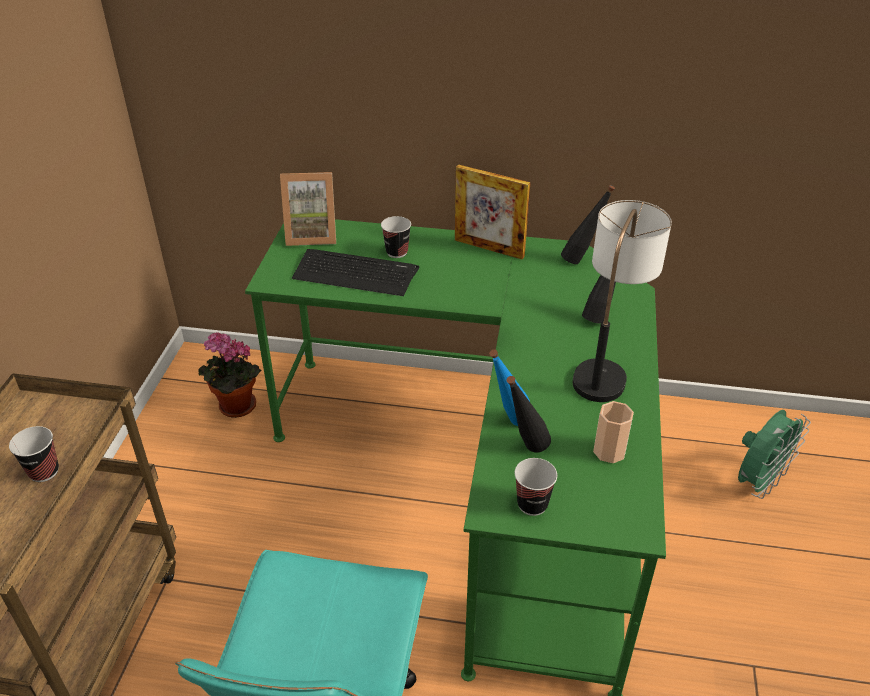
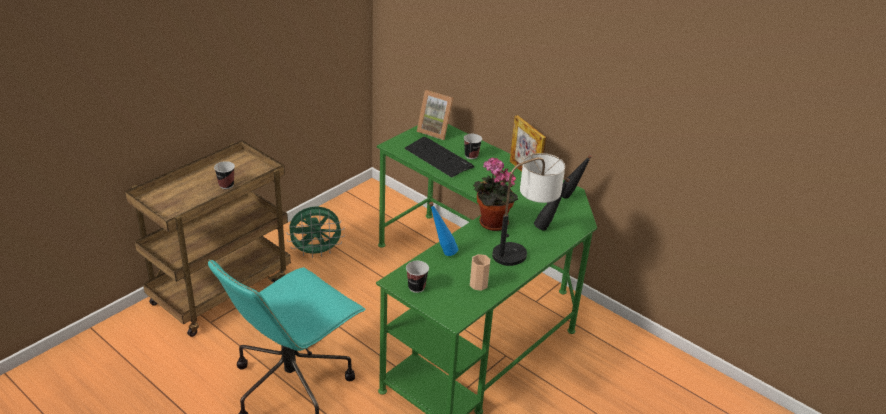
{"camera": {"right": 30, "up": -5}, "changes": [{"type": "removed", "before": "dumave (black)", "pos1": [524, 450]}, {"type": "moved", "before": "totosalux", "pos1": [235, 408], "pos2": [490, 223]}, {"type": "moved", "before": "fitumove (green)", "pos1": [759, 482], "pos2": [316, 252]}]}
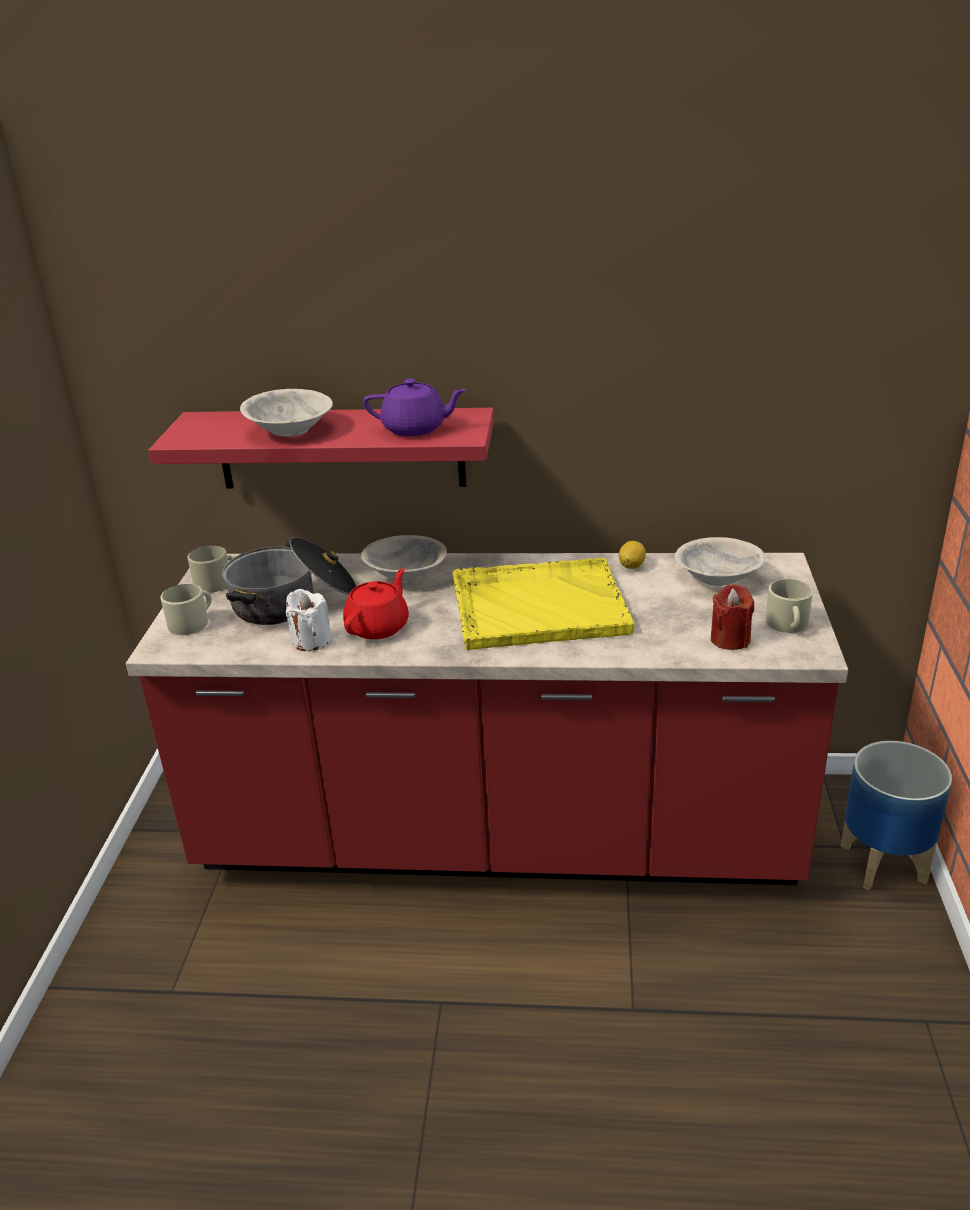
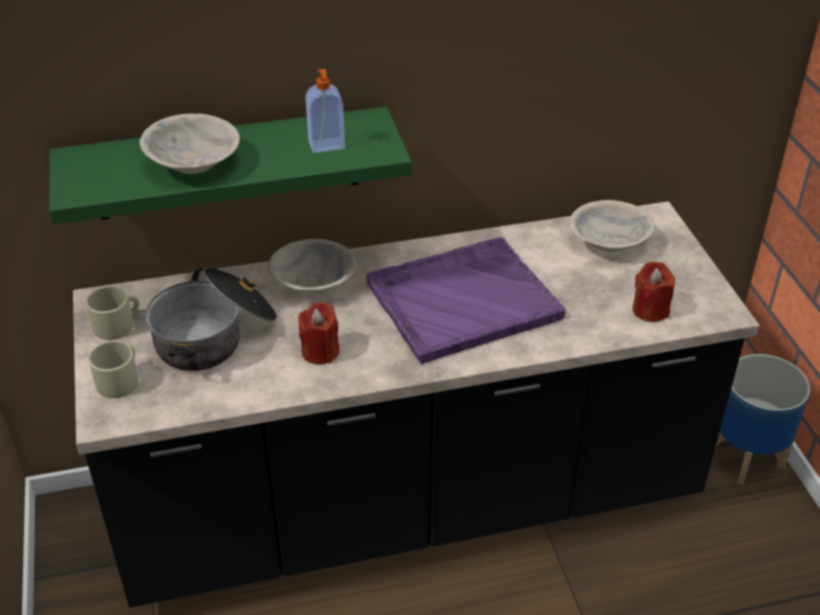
{"camera": {"right": -20, "up": 10}, "changes": [{"type": "removed", "before": "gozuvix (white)", "pos1": [311, 641]}, {"type": "removed", "before": "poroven", "pos1": [631, 566]}, {"type": "removed", "before": "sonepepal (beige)", "pos1": [788, 625]}, {"type": "replaced", "before": "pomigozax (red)", "after": "gozuvix (red)", "pos1": [378, 627], "pos2": [320, 351]}, {"type": "replaced", "before": "pomigozax (purple)", "after": "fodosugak", "pos1": [415, 429], "pos2": [327, 146]}, {"type": "recoloured", "before": "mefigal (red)", "after": "mefigal (black)", "pos1": [497, 837], "pos2": [410, 504]}, {"type": "recoloured", "before": "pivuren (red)", "after": "pivuren (green)", "pos1": [340, 448], "pos2": [227, 164]}, {"type": "recoloured", "before": "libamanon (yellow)", "after": "libamanon (purple)", "pos1": [537, 606], "pos2": [461, 301]}]}
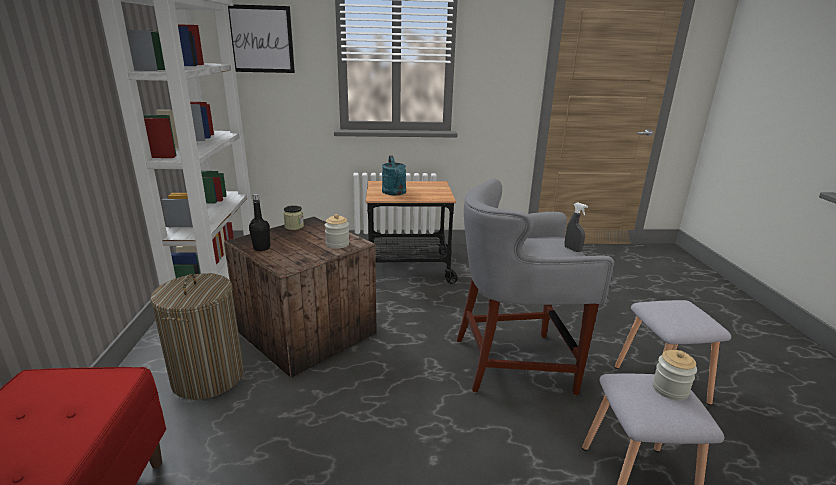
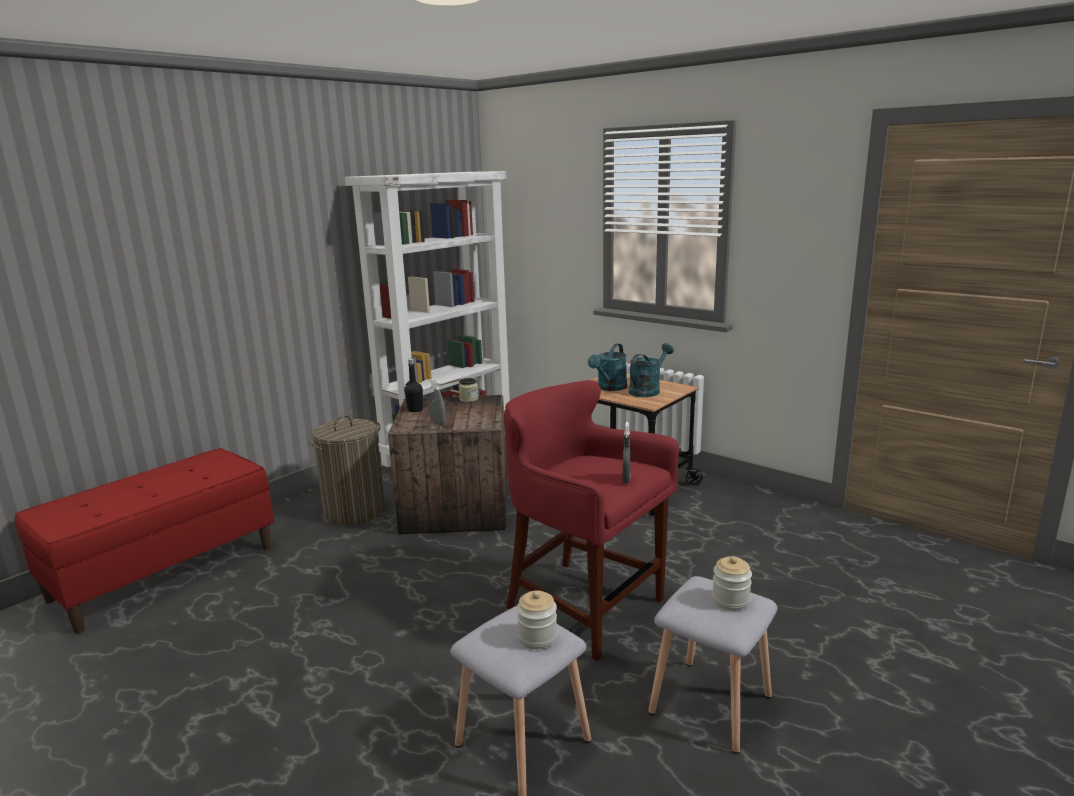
{"camera": {"right": 45, "up": -5}, "changes": [{"type": "removed", "before": "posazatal", "pos1": [261, 39]}, {"type": "added", "after": "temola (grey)", "pos2": [438, 423]}, {"type": "added", "after": "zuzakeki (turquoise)", "pos2": [647, 390]}, {"type": "moved", "before": "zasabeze", "pos1": [337, 244], "pos2": [730, 600]}, {"type": "recoloured", "before": "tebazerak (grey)", "after": "tebazerak (red)", "pos1": [514, 363], "pos2": [584, 607]}]}
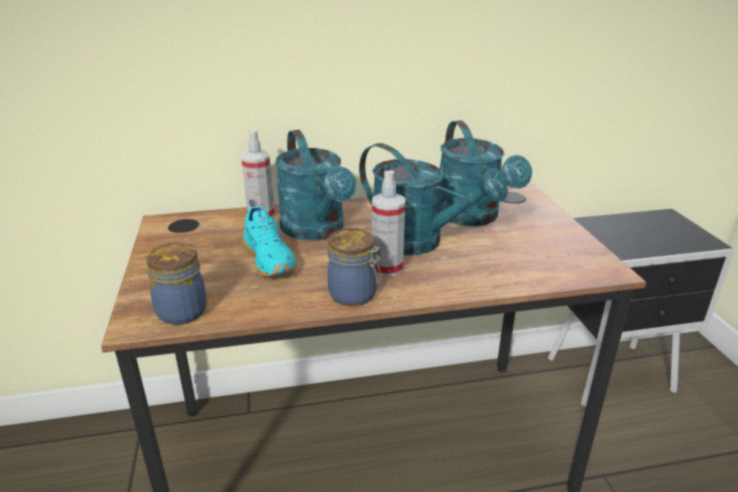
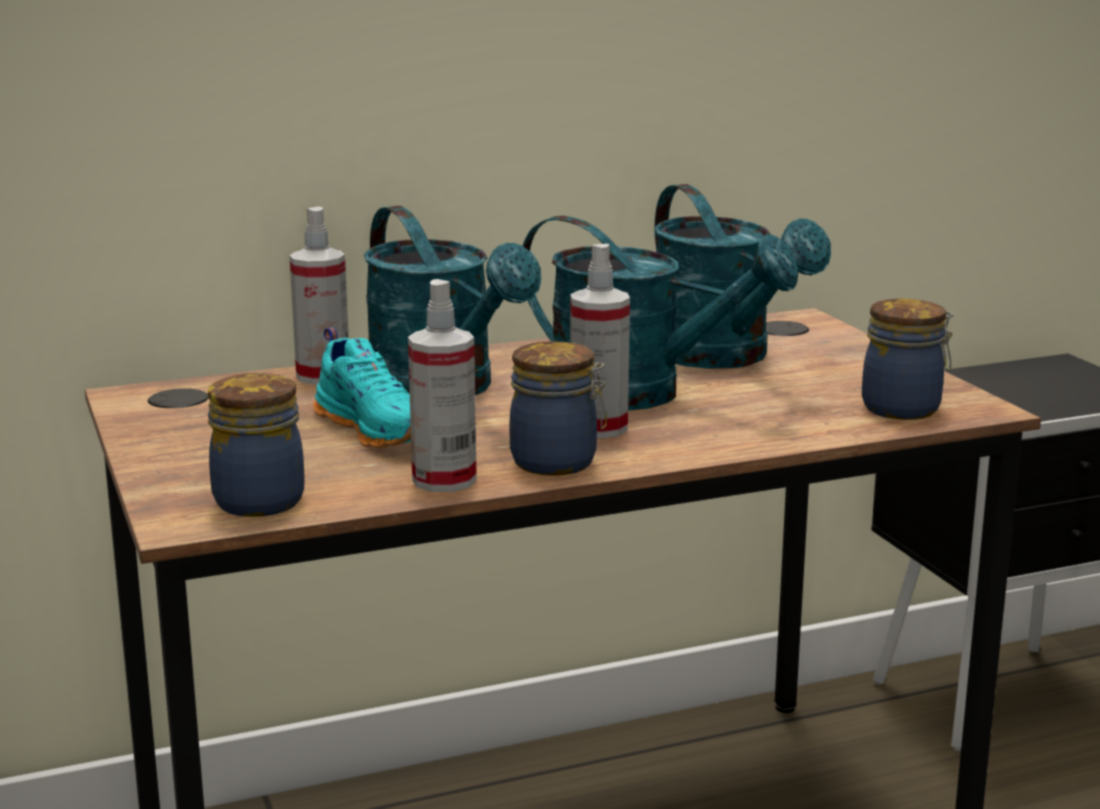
{"camera": {"right": -10, "up": -10}, "changes": [{"type": "added", "after": "temola", "pos2": [444, 480]}, {"type": "added", "after": "zasabeze", "pos2": [904, 408]}]}
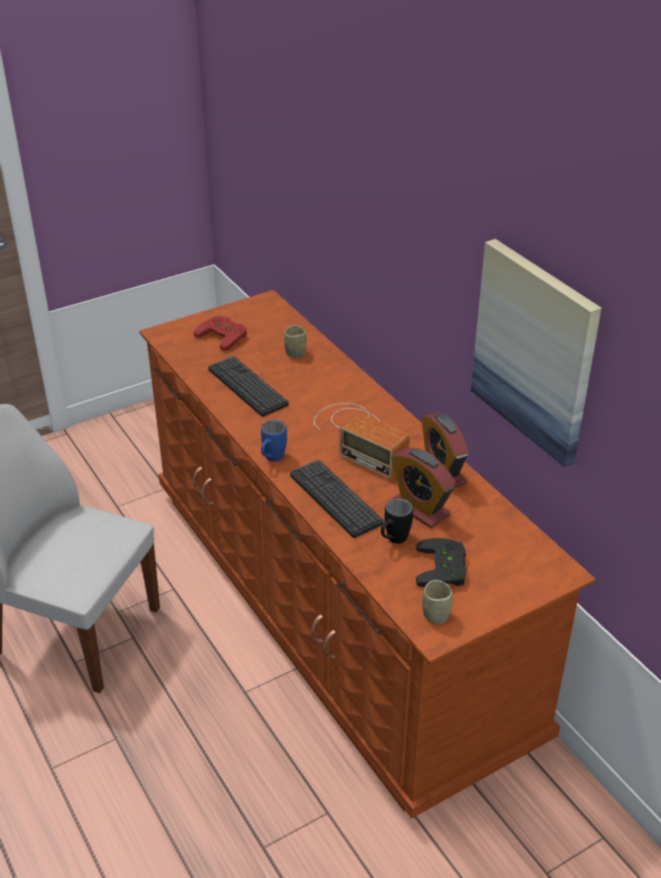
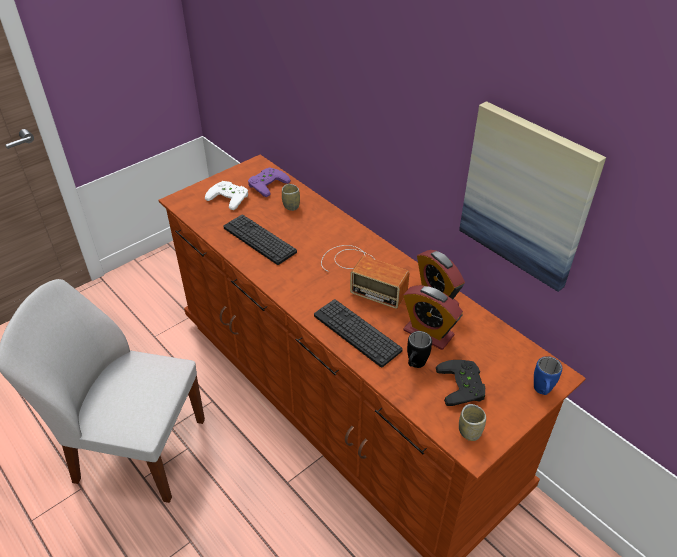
{"camera": {"right": -10, "up": 5}, "changes": [{"type": "added", "after": "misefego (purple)", "pos2": [266, 183]}, {"type": "moved", "before": "sonepepal (blue)", "pos1": [272, 459], "pos2": [542, 392]}, {"type": "recoloured", "before": "misefego (red)", "after": "misefego (white)", "pos1": [224, 335], "pos2": [230, 196]}]}
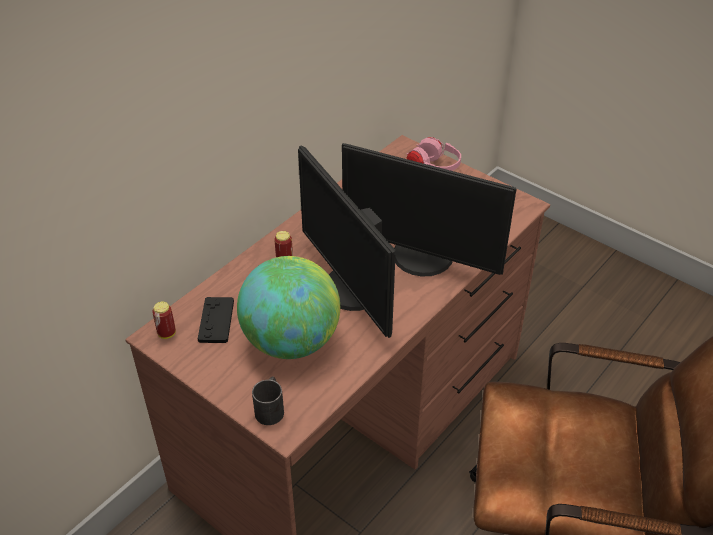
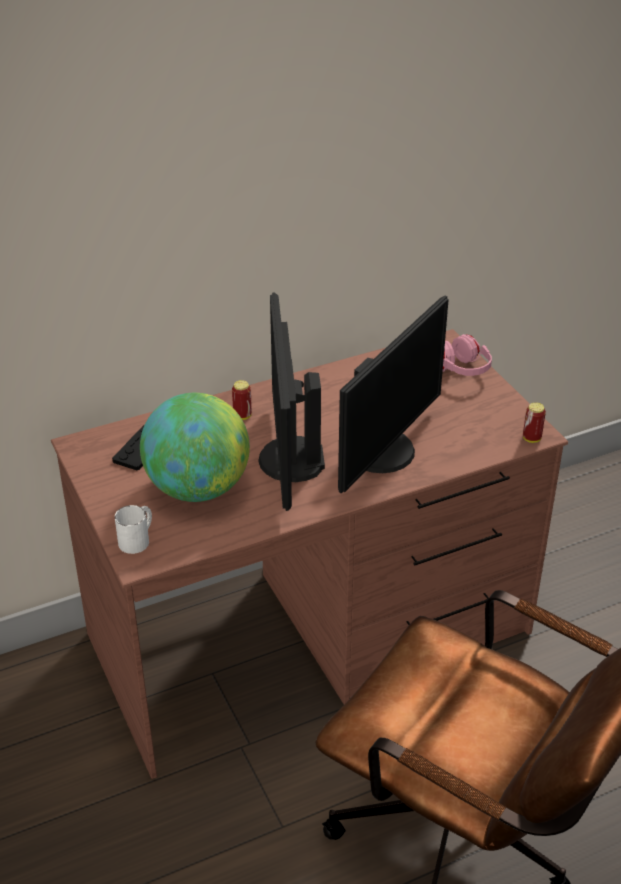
{"camera": {"right": 25, "up": -5}, "changes": [{"type": "moved", "before": "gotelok", "pos1": [167, 333], "pos2": [531, 439]}, {"type": "recoloured", "before": "sonepepal (black)", "after": "sonepepal (white)", "pos1": [270, 408], "pos2": [138, 539]}, {"type": "turned", "before": "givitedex", "pos1": [421, 258], "pos2": [384, 452], "turn": -105}]}
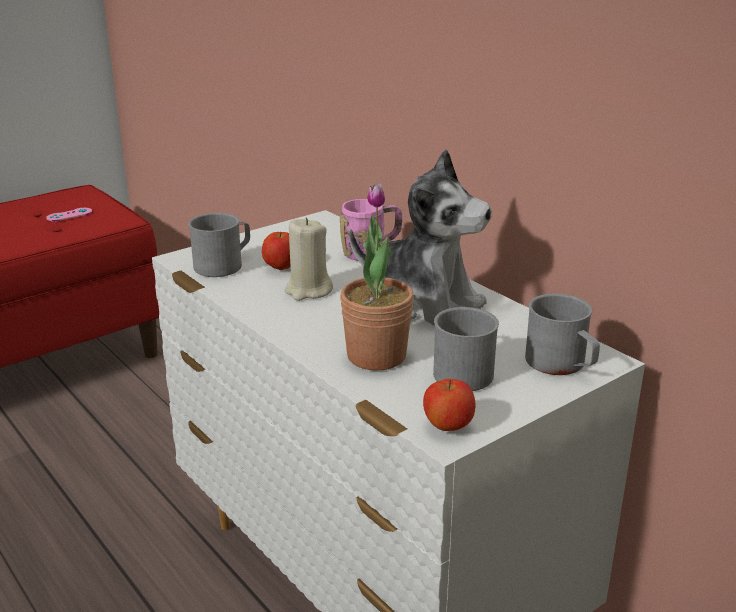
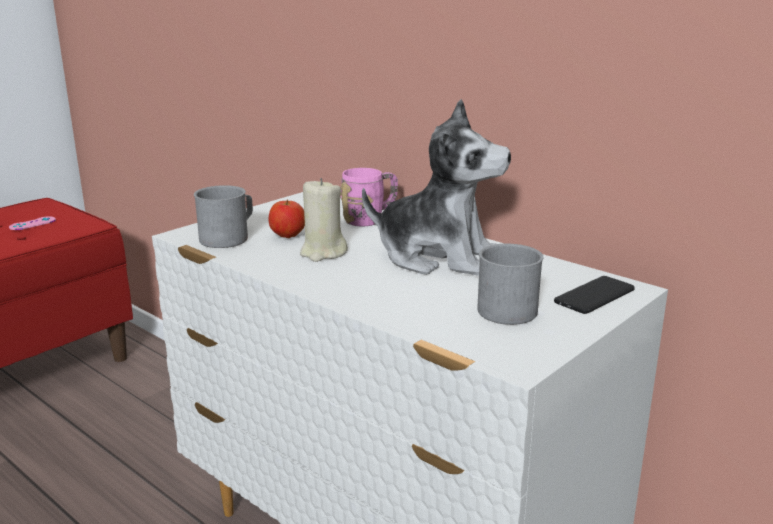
{"camera": {"right": -10, "up": -5}, "changes": [{"type": "removed", "before": "totosalux", "pos1": [376, 356]}, {"type": "removed", "before": "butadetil", "pos1": [447, 427]}, {"type": "replaced", "before": "sonepepal (grey)", "after": "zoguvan", "pos1": [562, 365], "pos2": [594, 296]}]}
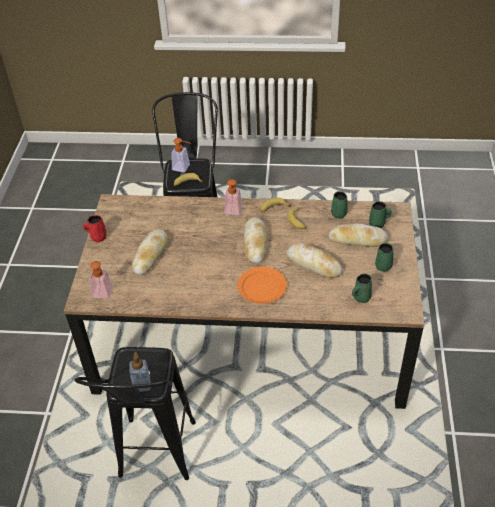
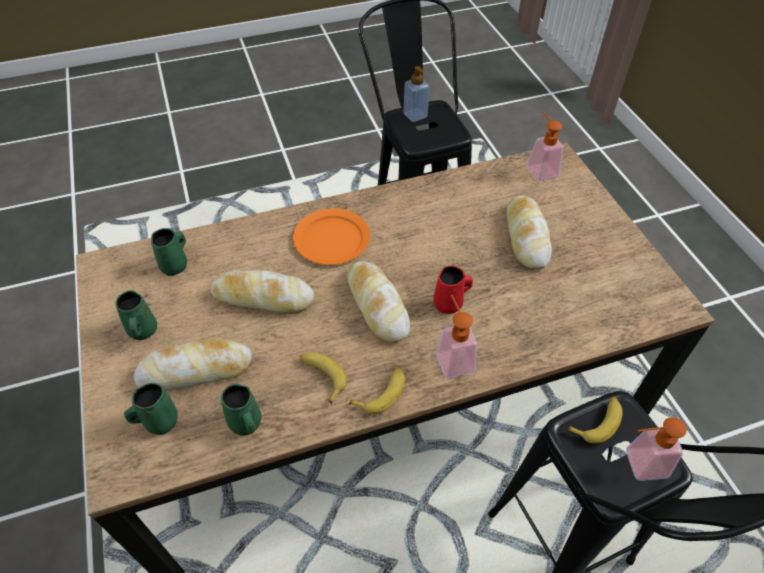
{"camera": {"right": 155, "up": 5}, "changes": [{"type": "moved", "before": "sonepepal (red)", "pos1": [97, 237], "pos2": [449, 304]}]}
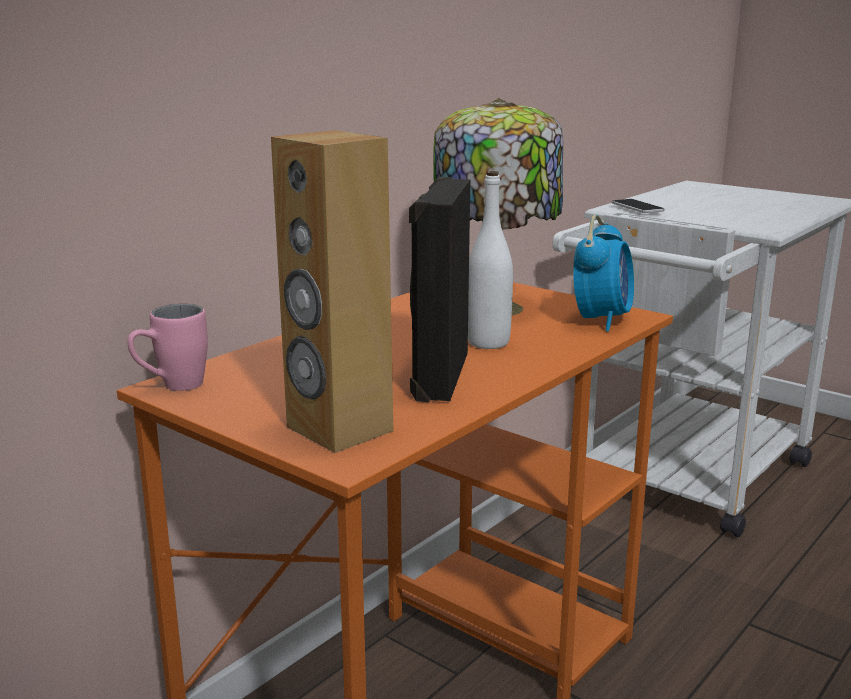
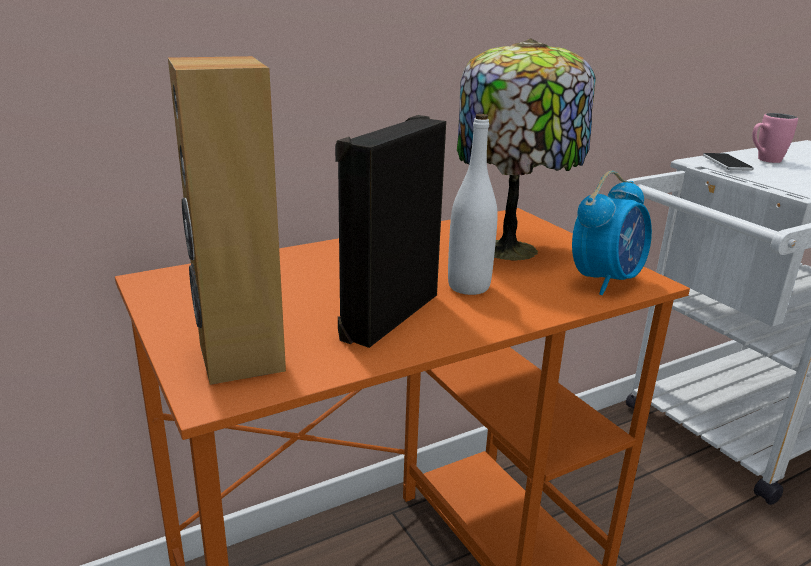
{"camera": {"right": 20, "up": 5}, "changes": [{"type": "moved", "before": "sonepepal (pink)", "pos1": [172, 387], "pos2": [763, 160]}]}
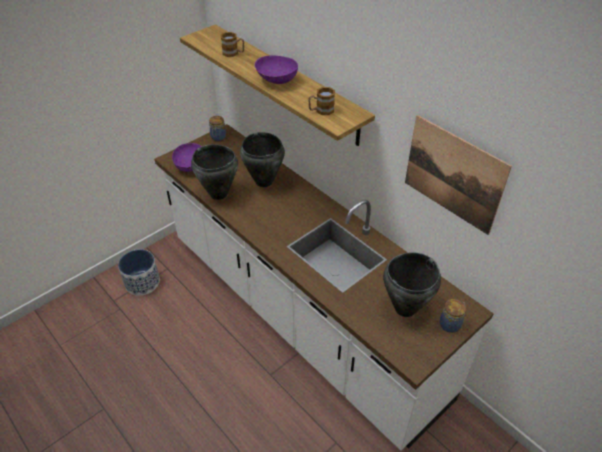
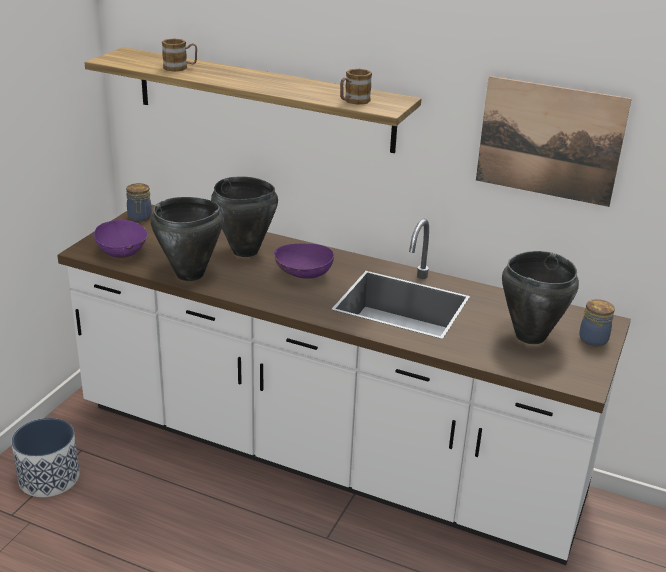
{"camera": {"right": -25, "up": -15}, "changes": [{"type": "moved", "before": "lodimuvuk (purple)", "pos1": [276, 80], "pos2": [303, 275]}]}
